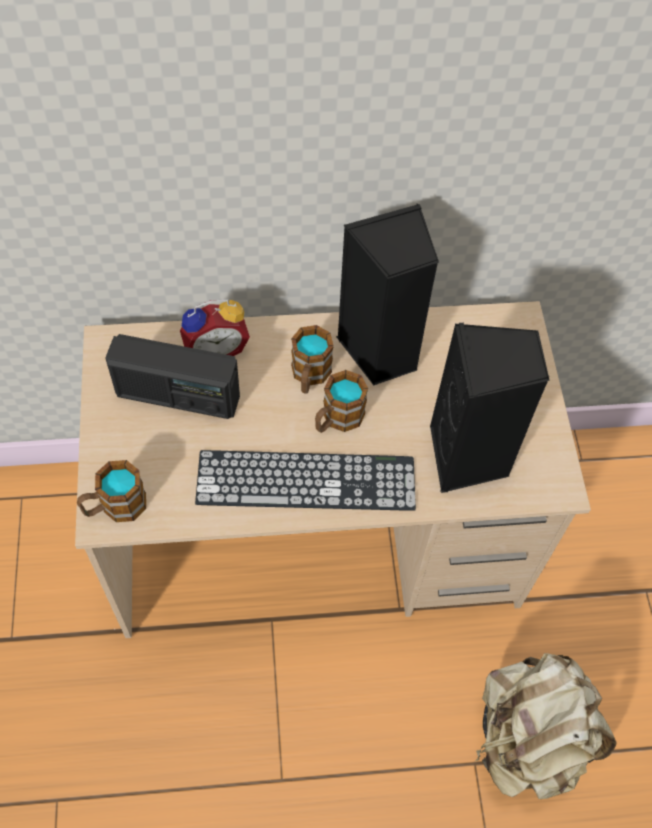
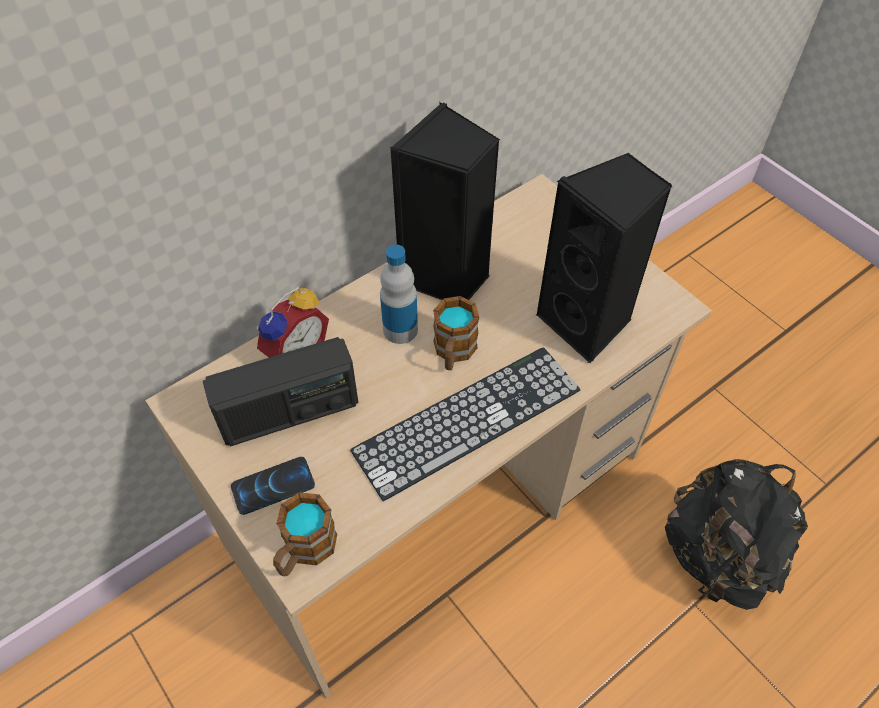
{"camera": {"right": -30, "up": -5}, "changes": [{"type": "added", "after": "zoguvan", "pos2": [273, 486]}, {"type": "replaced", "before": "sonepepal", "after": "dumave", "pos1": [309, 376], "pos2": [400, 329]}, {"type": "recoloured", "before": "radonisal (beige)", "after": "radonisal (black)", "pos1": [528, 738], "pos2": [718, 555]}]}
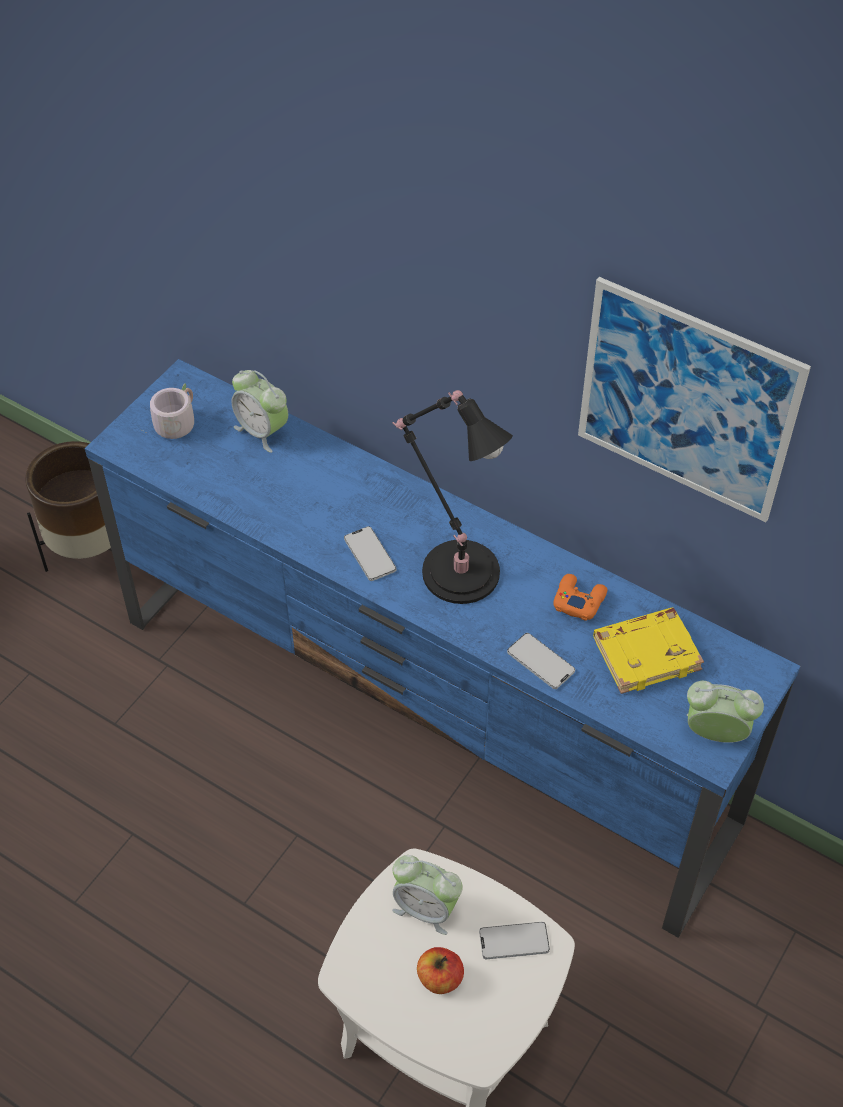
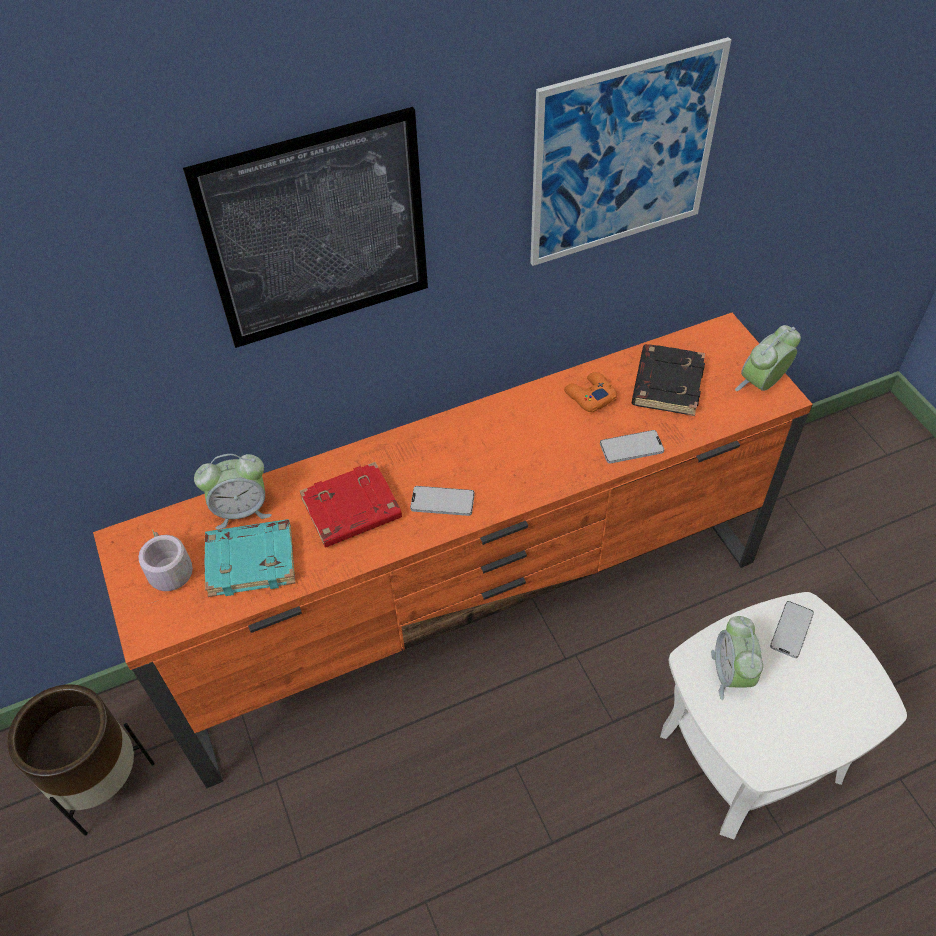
{"camera": {"right": -55, "up": 0}, "changes": [{"type": "removed", "before": "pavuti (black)", "pos1": [456, 568]}, {"type": "removed", "before": "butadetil", "pos1": [440, 978]}, {"type": "added", "after": "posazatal", "pos2": [317, 232]}, {"type": "added", "after": "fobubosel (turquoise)", "pos2": [252, 560]}, {"type": "added", "after": "fobubosel (red)", "pos2": [351, 511]}, {"type": "recoloured", "before": "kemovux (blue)", "after": "kemovux (orange)", "pos1": [424, 721], "pos2": [475, 617]}, {"type": "recoloured", "before": "fobubosel (yellow)", "after": "fobubosel (black)", "pos1": [646, 653], "pos2": [666, 383]}, {"type": "turned", "before": "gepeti", "pos1": [426, 908], "pos2": [731, 674], "turn": 120}]}
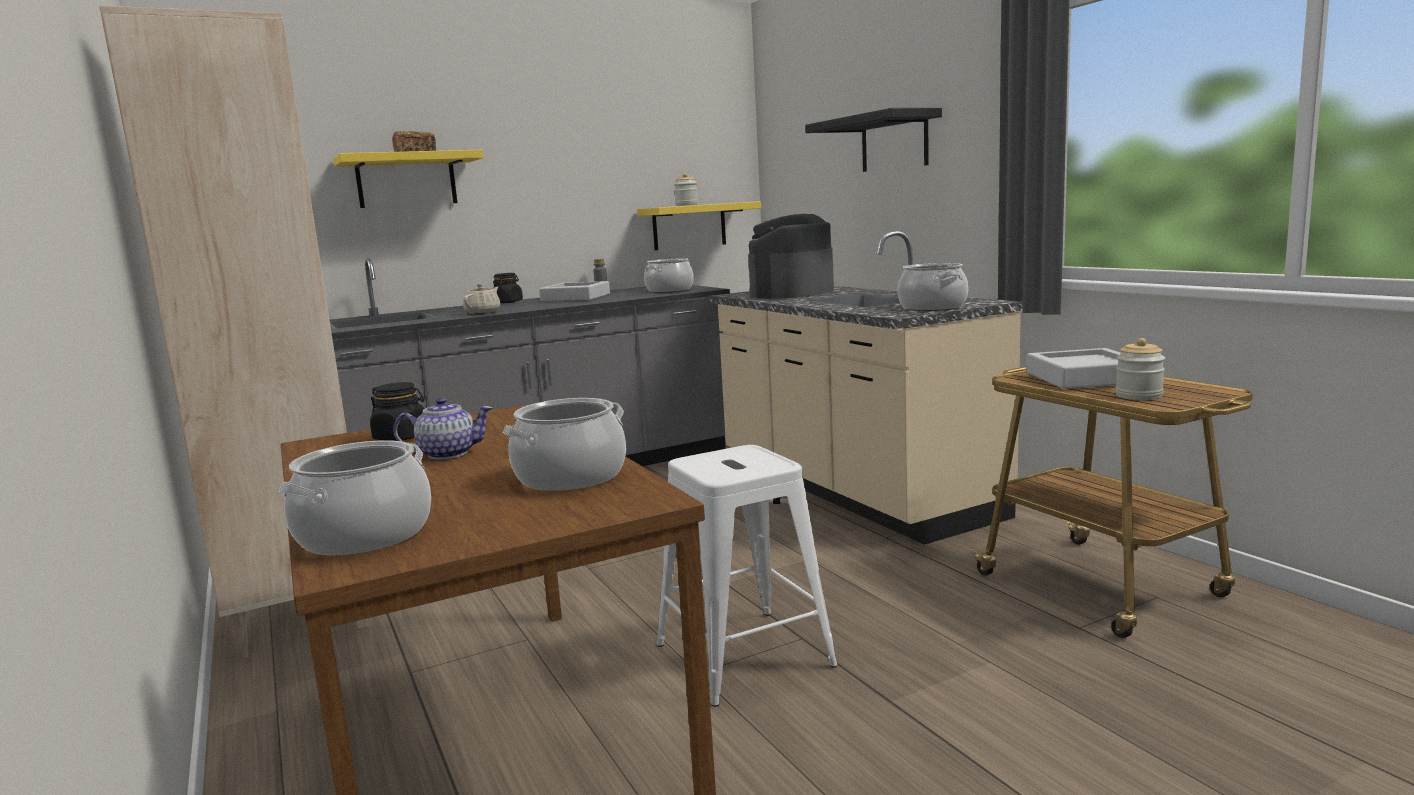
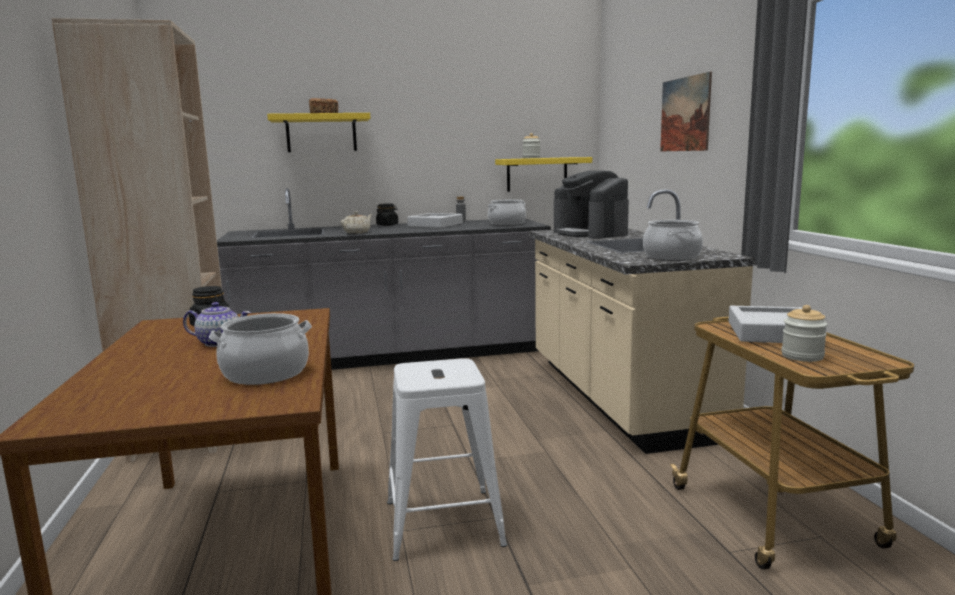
{"camera": {"right": 15, "up": 0}, "changes": [{"type": "removed", "before": "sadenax", "pos1": [364, 535]}, {"type": "replaced", "before": "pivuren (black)", "after": "posazatal", "pos1": [894, 142], "pos2": [685, 114]}, {"type": "turned", "before": "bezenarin", "pos1": [792, 292], "pos2": [590, 233], "turn": -75}]}
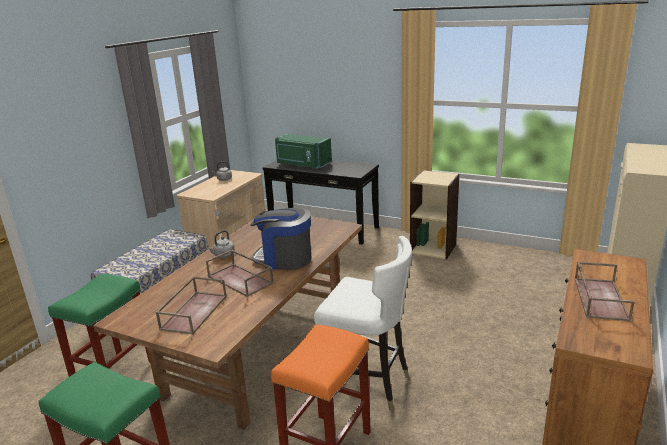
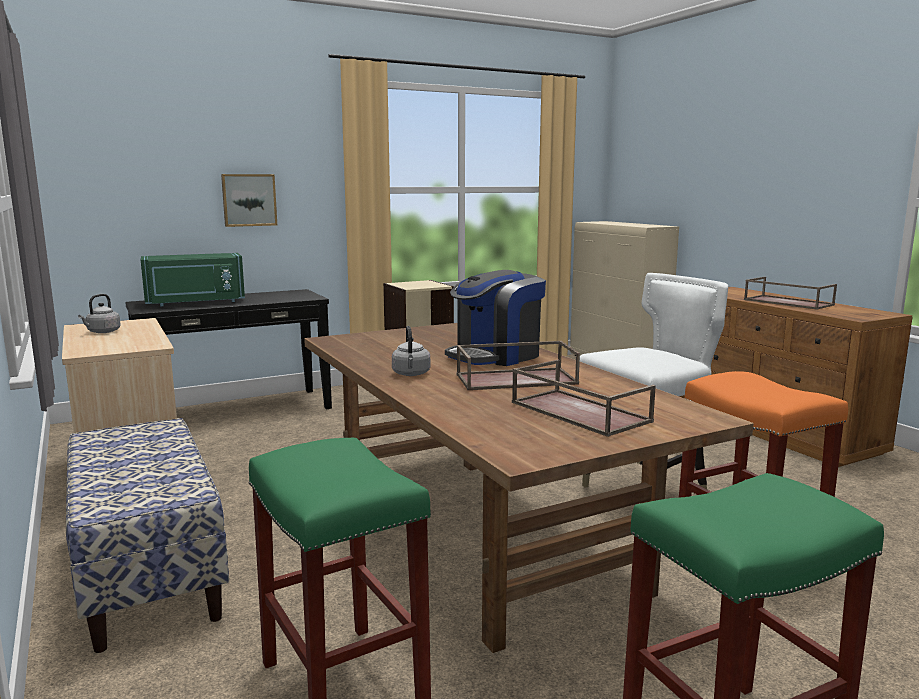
{"camera": {"right": -55, "up": -10}, "changes": [{"type": "added", "after": "posazatal", "pos2": [249, 200]}]}
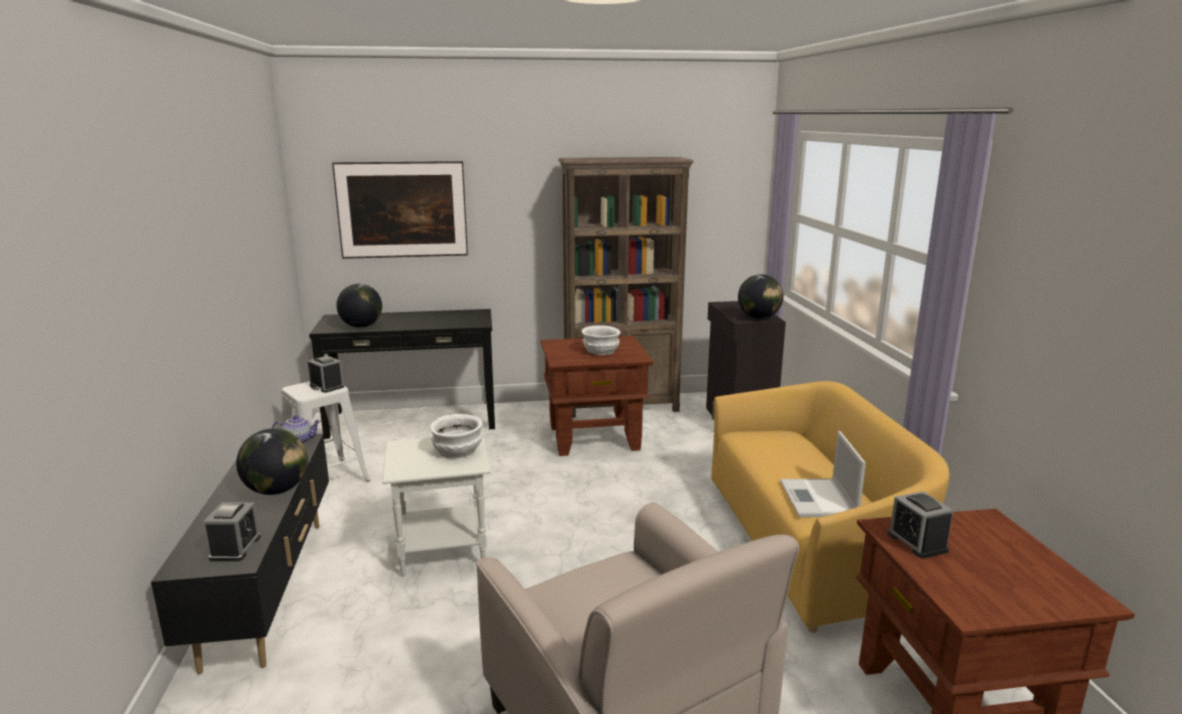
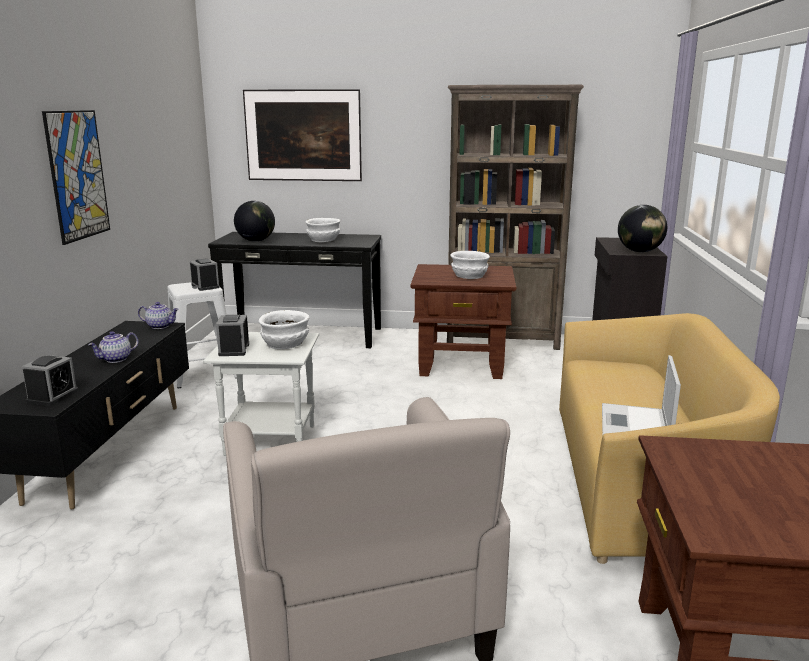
{"camera": {"right": 15, "up": 0}, "changes": [{"type": "added", "after": "posazatal", "pos2": [77, 175]}, {"type": "added", "after": "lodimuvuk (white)", "pos2": [324, 240]}, {"type": "moved", "before": "gepeti", "pos1": [917, 542], "pos2": [234, 349]}, {"type": "replaced", "before": "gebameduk", "after": "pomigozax", "pos1": [277, 490], "pos2": [116, 359]}]}
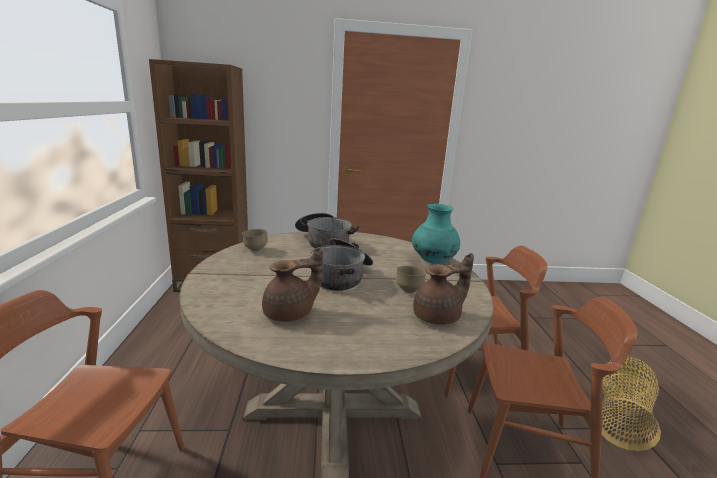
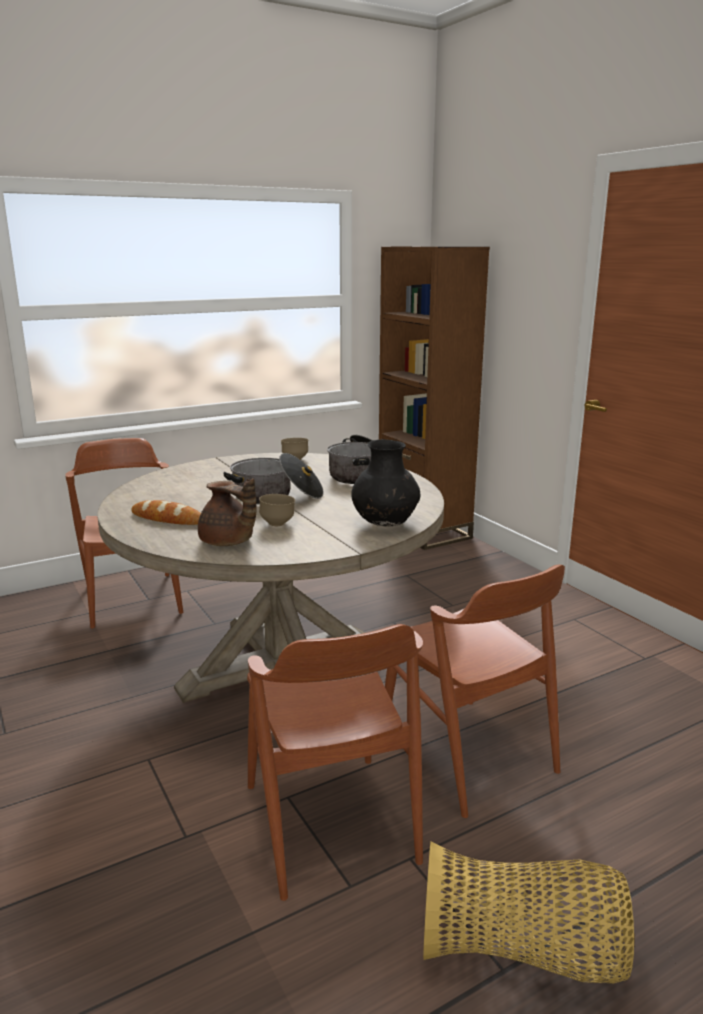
{"camera": {"right": 65, "up": 0}, "changes": [{"type": "removed", "before": "pomigozax (brown)", "pos1": [291, 314]}, {"type": "added", "after": "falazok", "pos2": [167, 518]}, {"type": "recoloured", "before": "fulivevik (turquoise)", "after": "fulivevik (black)", "pos1": [433, 262], "pos2": [385, 524]}]}
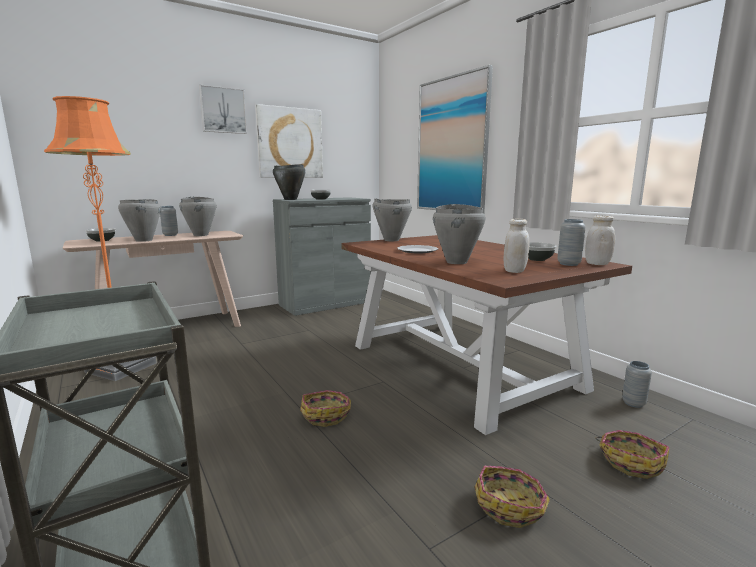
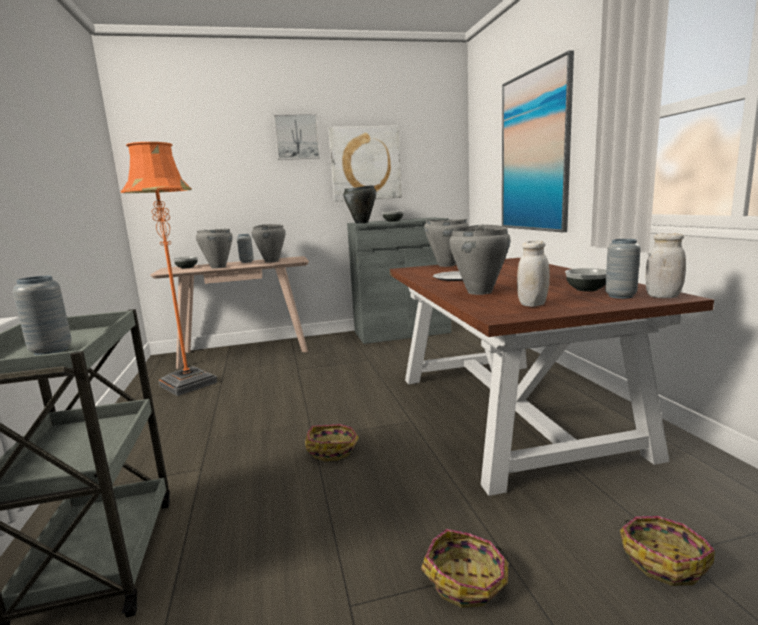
{"camera": {"right": 20, "up": 0}, "changes": [{"type": "moved", "before": "fulivevik (grey)", "pos1": [633, 403], "pos2": [51, 351]}]}
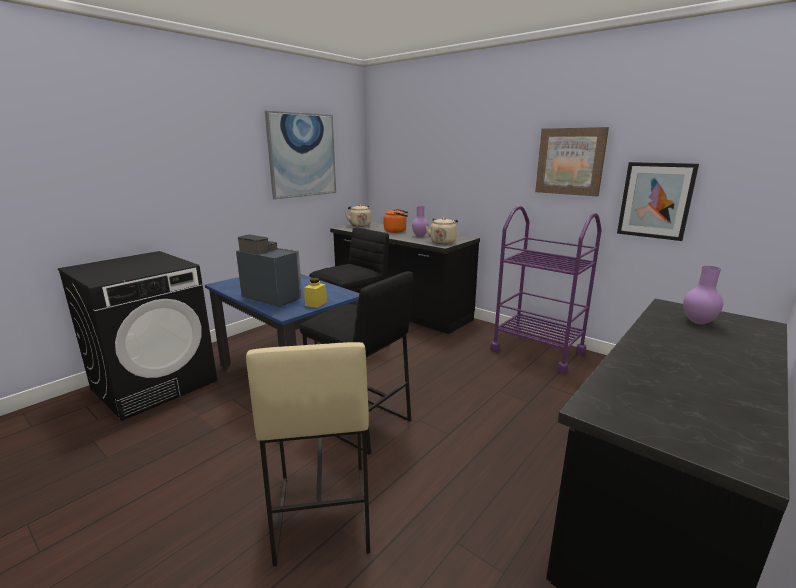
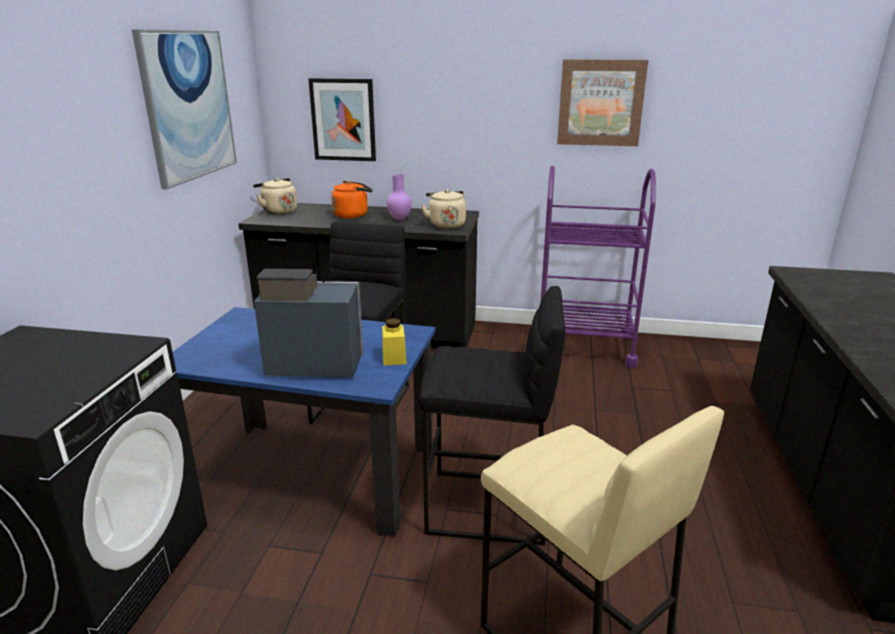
{"camera": {"right": -30, "up": 5}, "changes": [{"type": "removed", "before": "fulivevik (purple)", "pos1": [697, 322]}, {"type": "moved", "before": "posazatal", "pos1": [655, 200], "pos2": [343, 120]}]}
